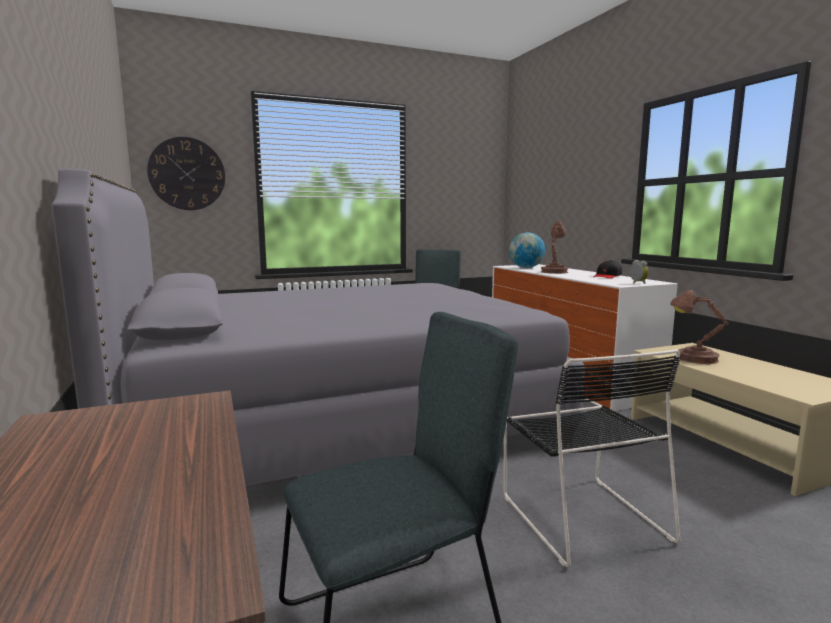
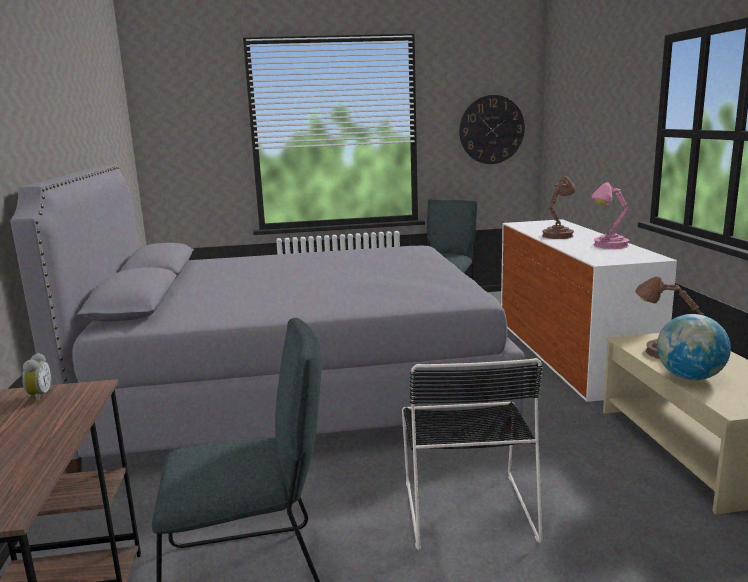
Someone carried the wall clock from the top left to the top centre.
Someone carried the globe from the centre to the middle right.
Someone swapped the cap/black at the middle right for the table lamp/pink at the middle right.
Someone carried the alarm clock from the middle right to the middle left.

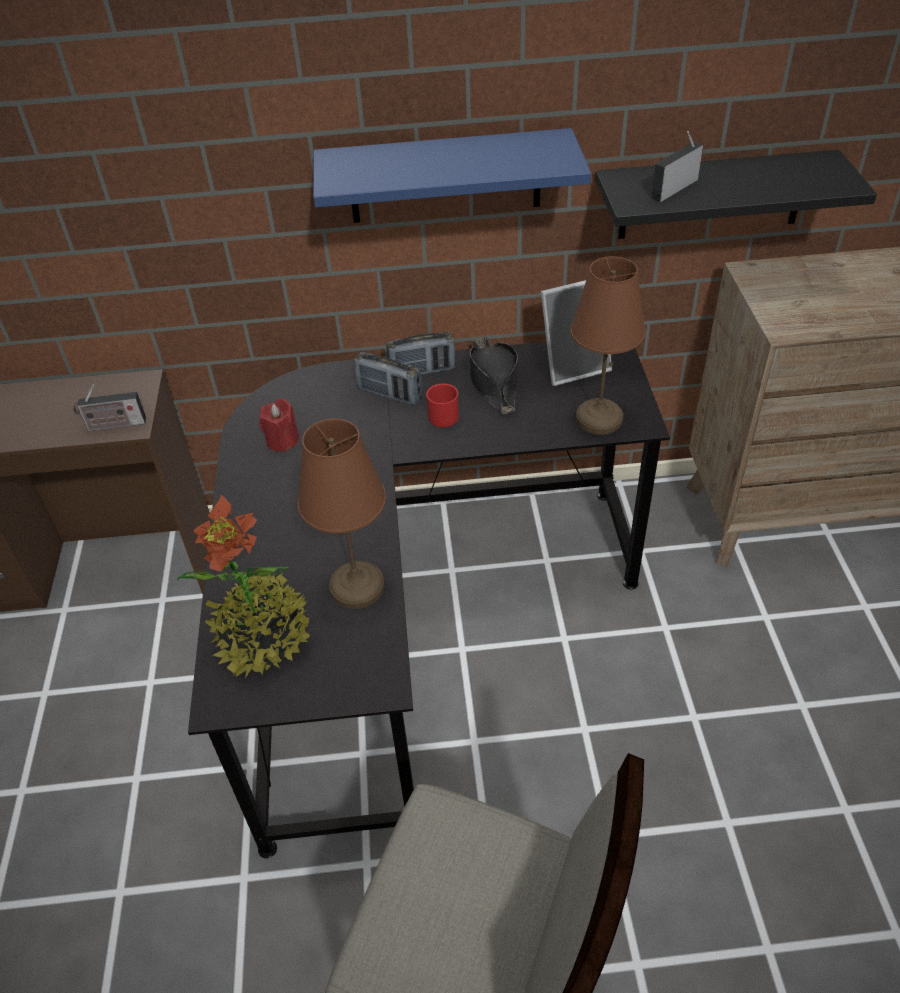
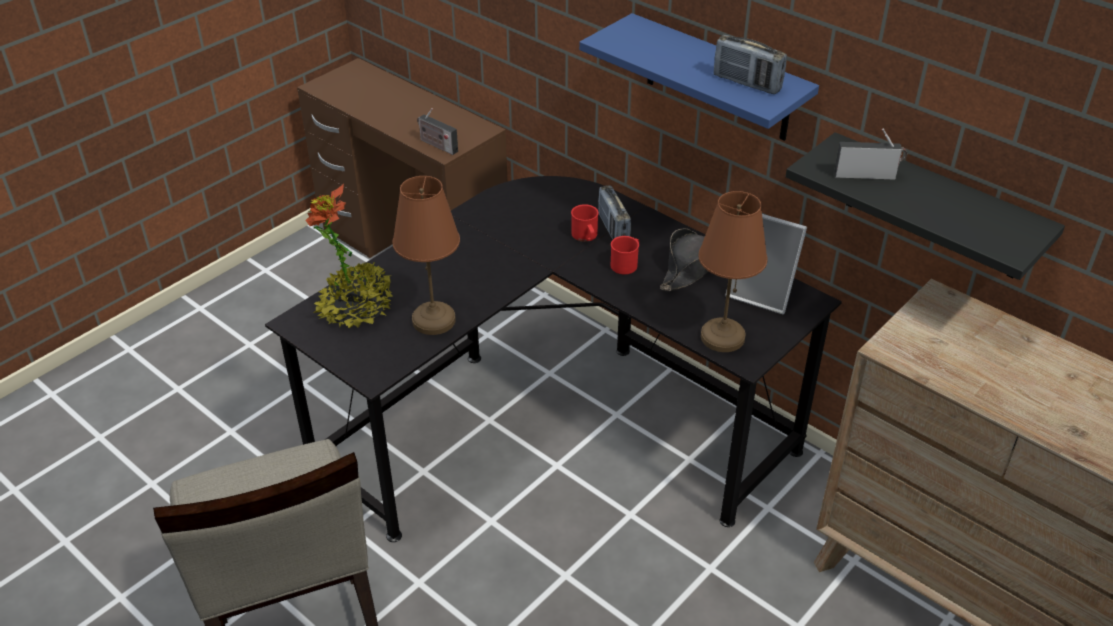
Someone carried the radio (no. 3 from left) from the centre to the top right.
Someone took away the candle/red at the middle left.
Someone put down the mug/red (no. 1 from left) at the centre.

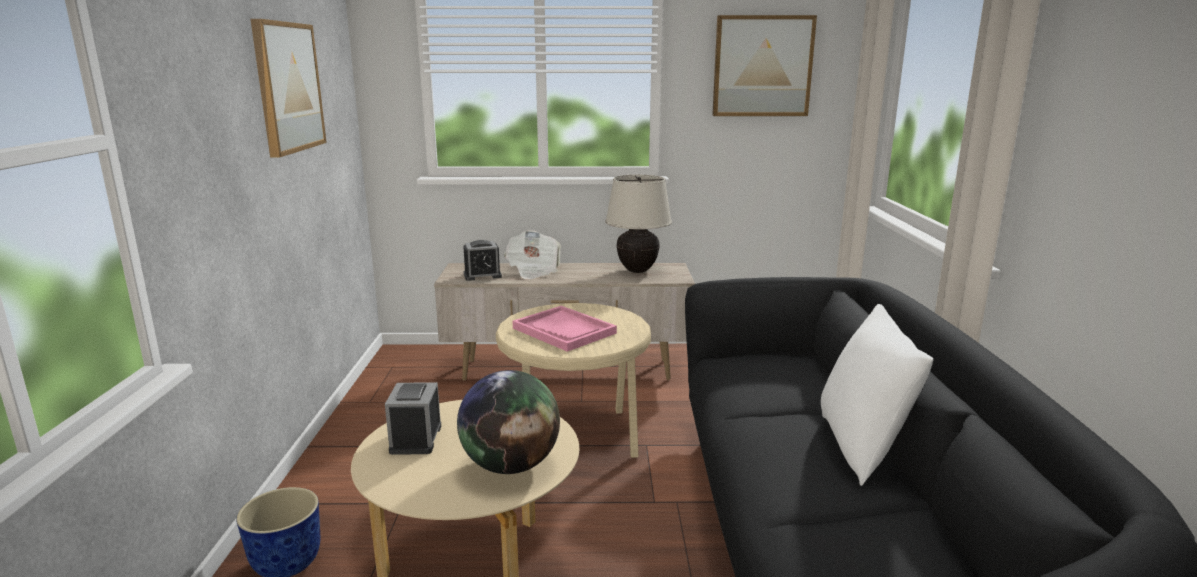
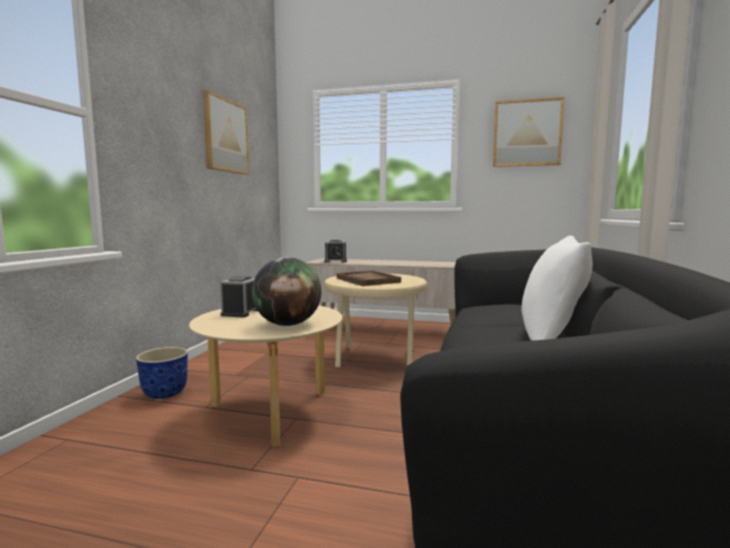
Someone took away the table lamp/beige at the centre.
Someone took away the newspaper at the centre.
Someone repainted the tray/pink at the centre, which became the tray/brown at the centre.

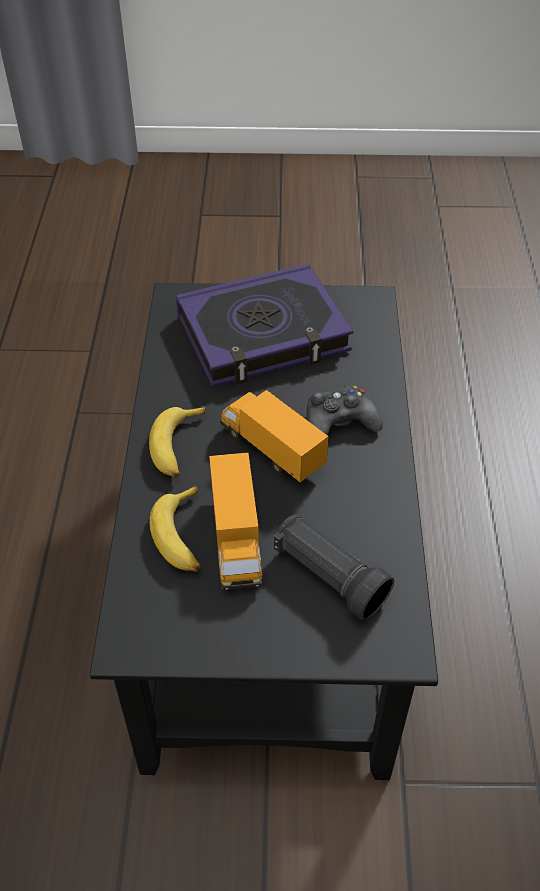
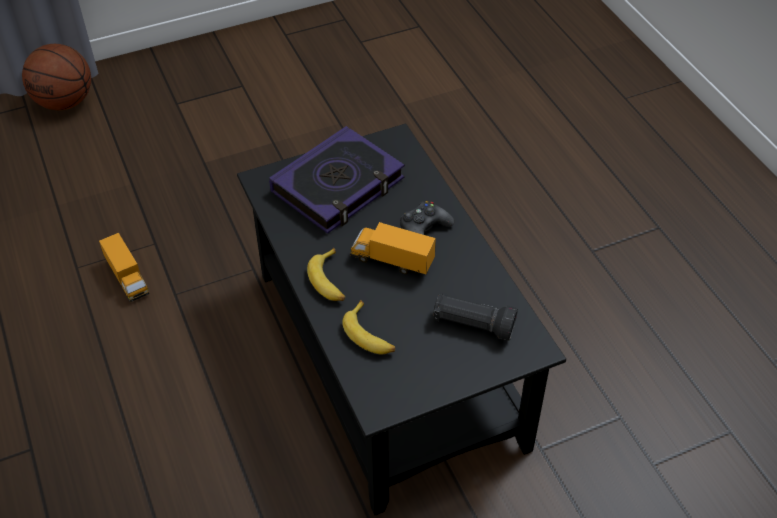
Someone carried the toy truck (no. 1 from left) from the centre to the middle left.
Someone put down the basketball at the top left.

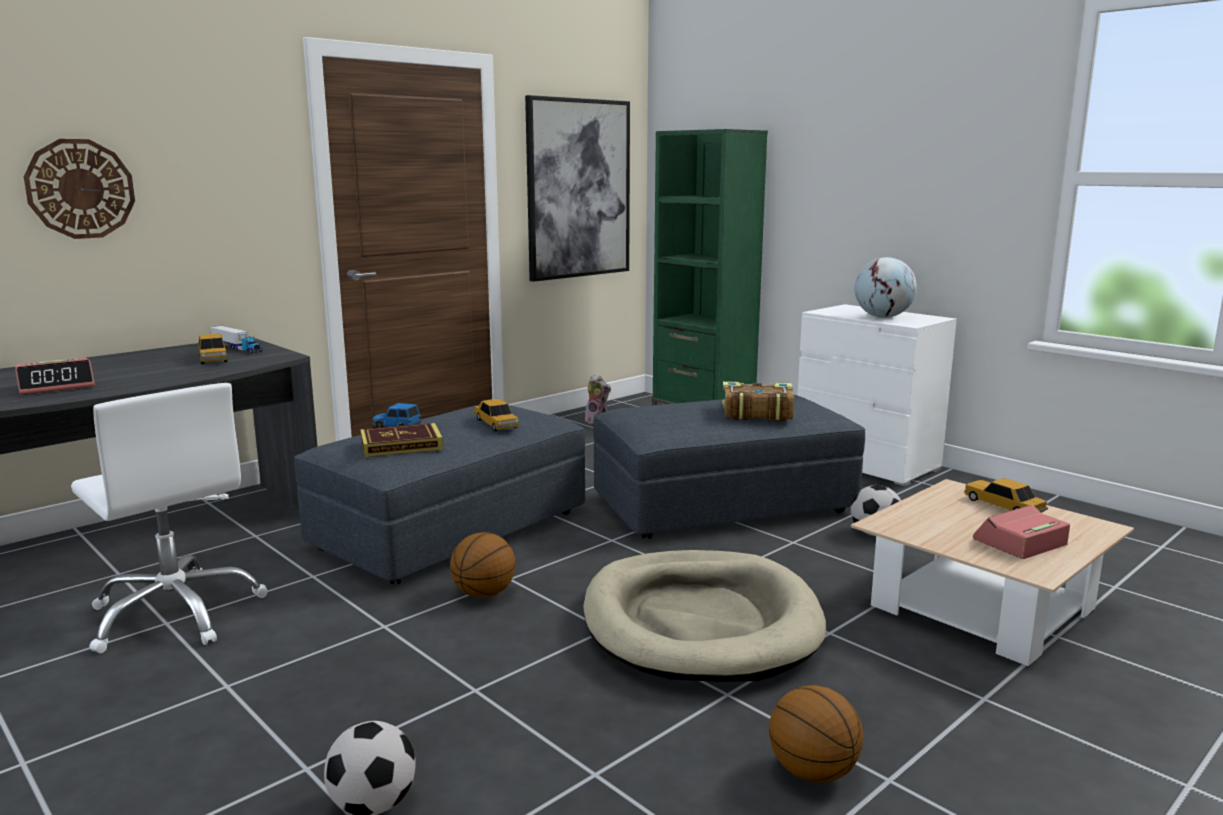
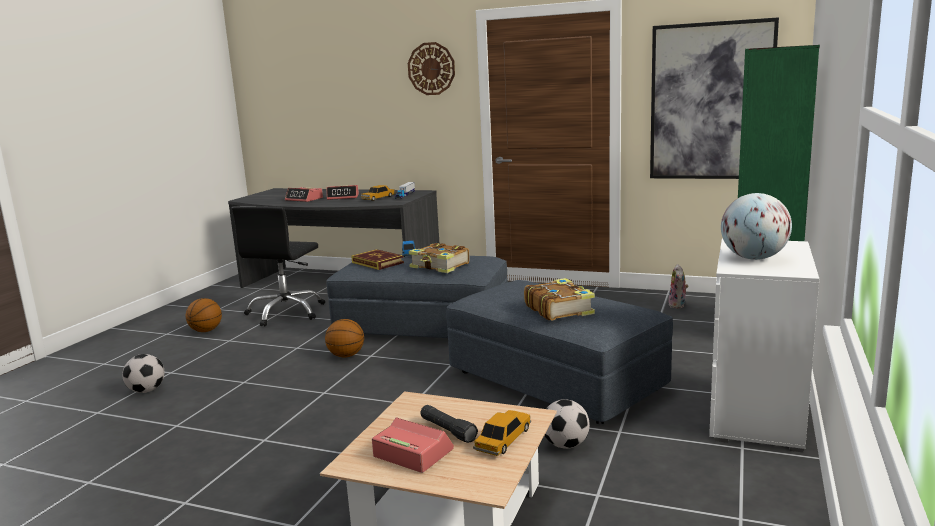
Someone carried the wall clock from the top left to the top centre.
Someone repainted the office chair/white at the middle left, which became the office chair/black at the middle left.
Someone swapped the toy car (no. 3 from left) at the centre for the book (no. 2 from left) at the centre.
Someone took away the dog bed/beige at the bottom centre.
Someone carried the basketball (no. 2 from left in the first image) from the bottom right to the middle left.
Someone put down the alarm clock (no. 2 from left) at the centre.
Someone put down the flashlight/black at the bottom centre.

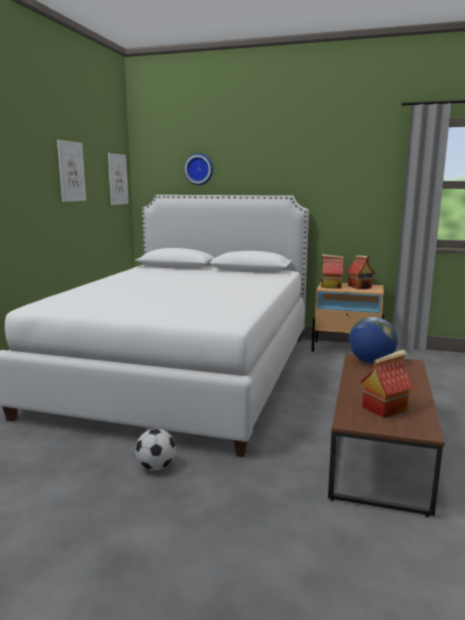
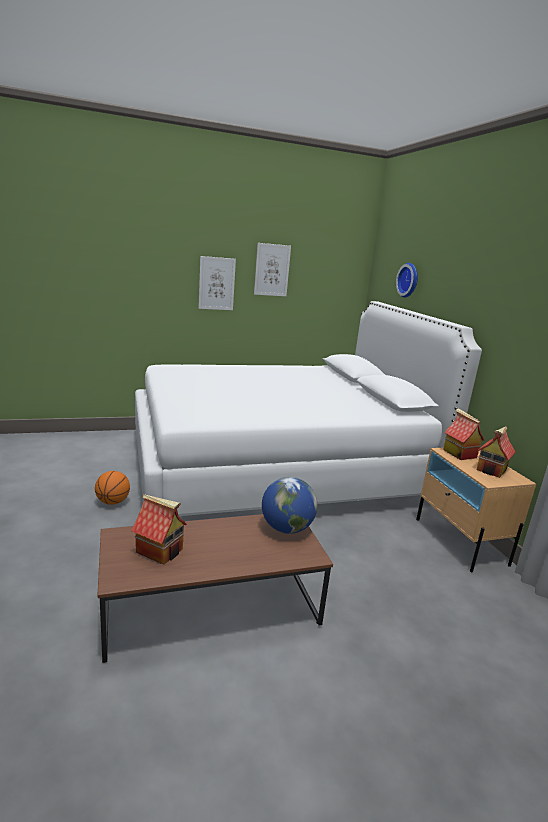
Someone carried the picture (no. 2 from left in the first image) from the top left to the centre.
Someone swapped the football at the bottom centre for the basketball at the middle left.

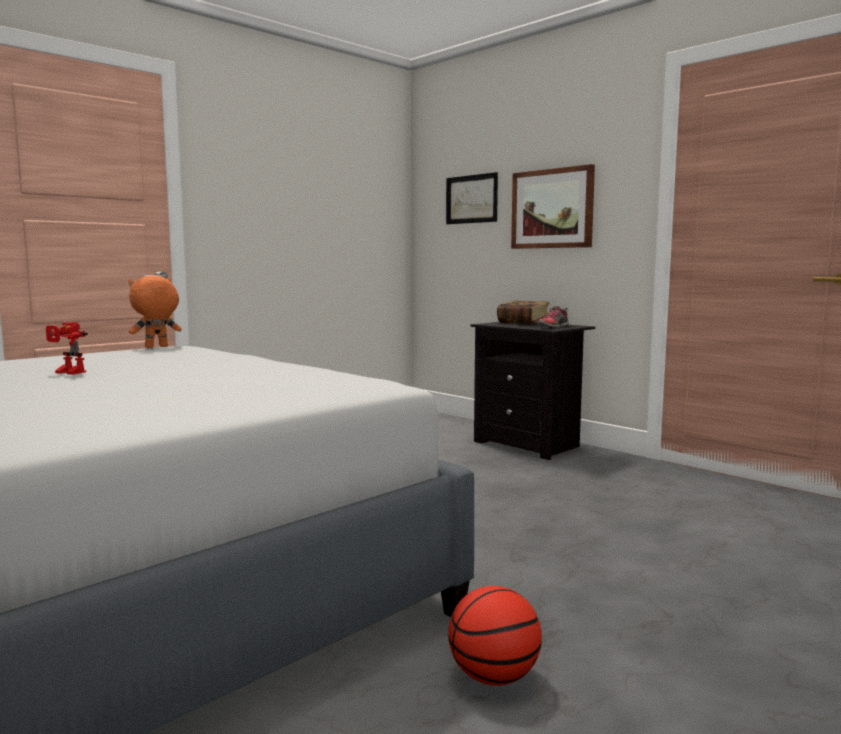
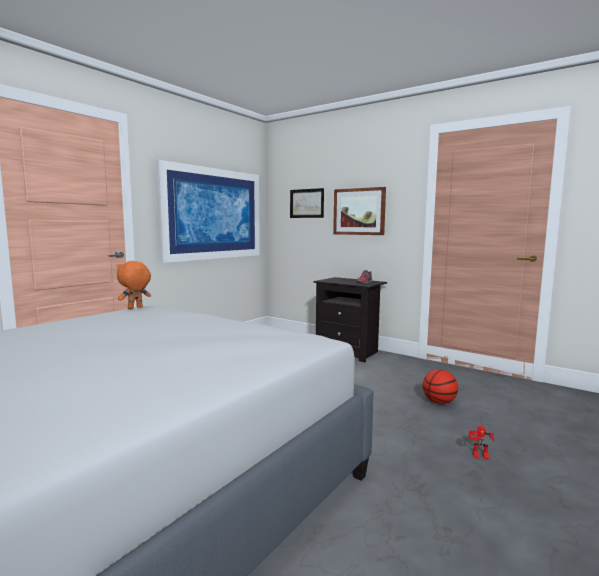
Someone took away the book at the centre.
Someone carried the toy robot from the middle left to the bottom right.
Someone carried the basketball from the bottom centre to the bottom right.
Someone put up the picture (no. 1 from left) at the centre.

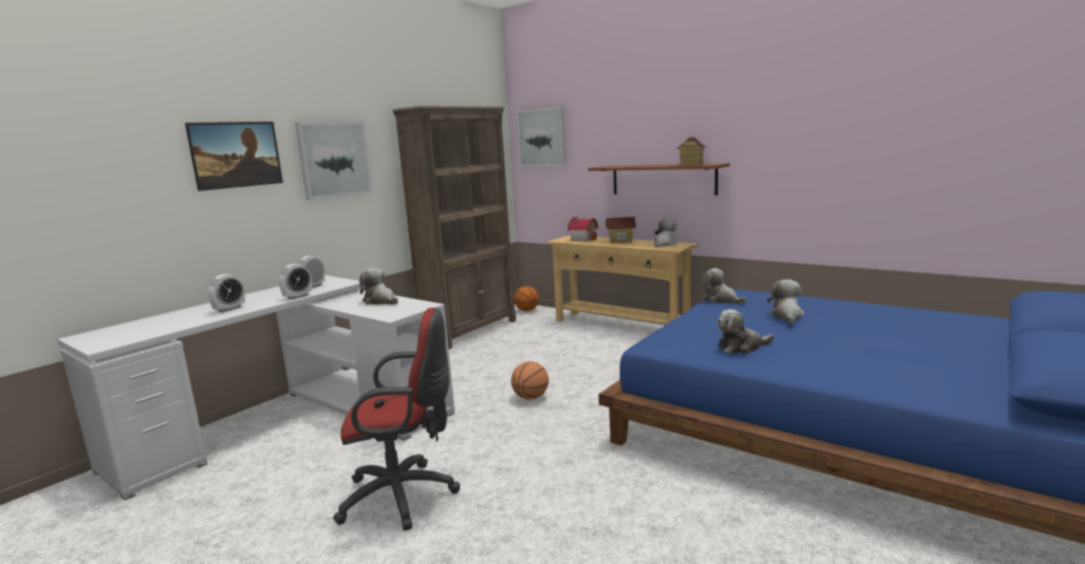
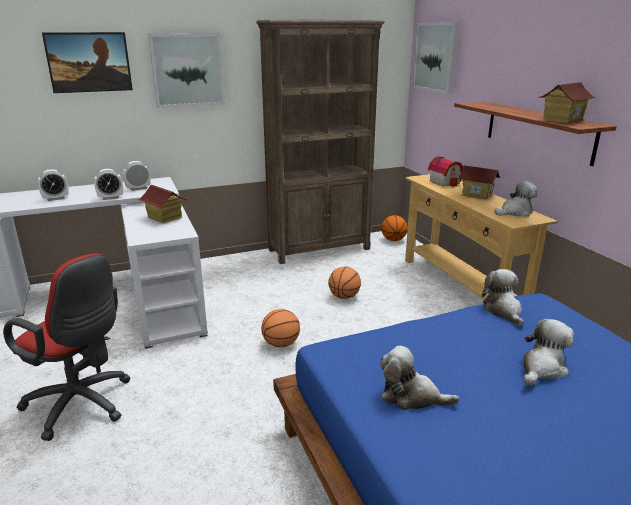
Someone swapped the plush toy (no. 1 from left) at the centre for the toy house (no. 1 from left) at the middle left.
Someone put down the basketball (no. 2 from left) at the centre.

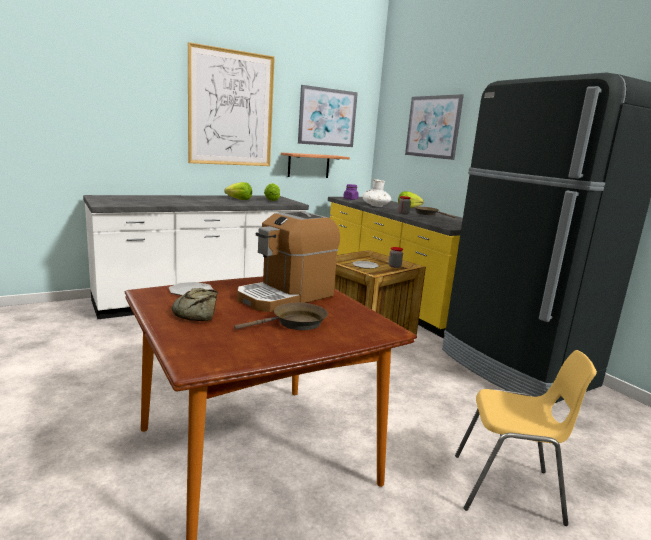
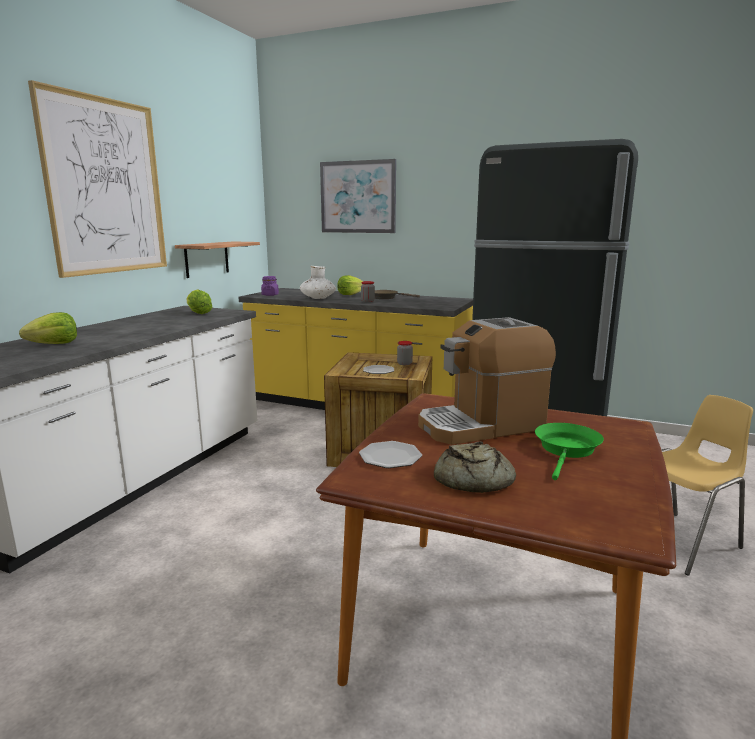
Someone took away the picture (no. 2 from left) at the top centre.
Someone carried the lettuce (no. 1 from left) from the centre to the middle left.
Someone rotated the coffee machine at the centre by 60 degrees clockwise.
Someone repainted the frying pan/brown (no. 1 from left) at the centre, which became the frying pan/green at the middle right.

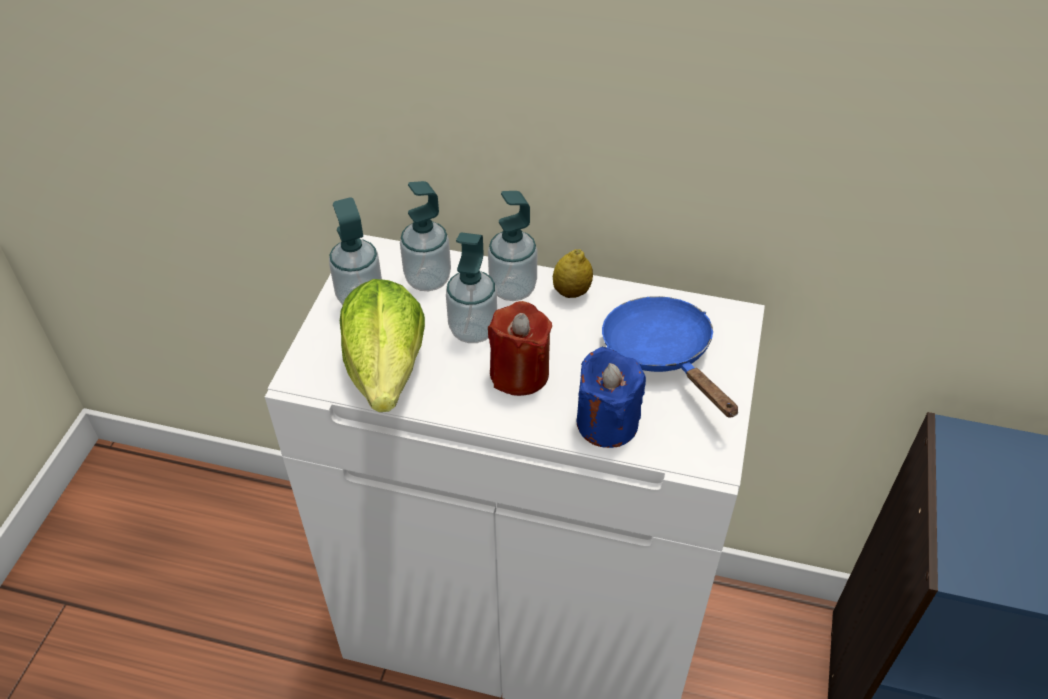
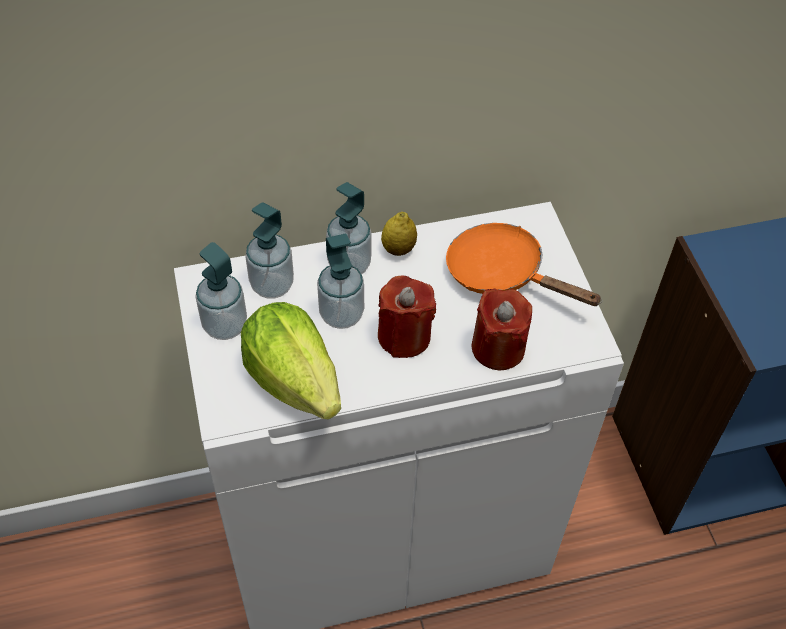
Someone repainted the frying pan/blue at the centre, which became the frying pan/orange at the middle right.
Someone repainted the candle/blue at the centre, which became the candle/red (no. 2 from left) at the centre.

